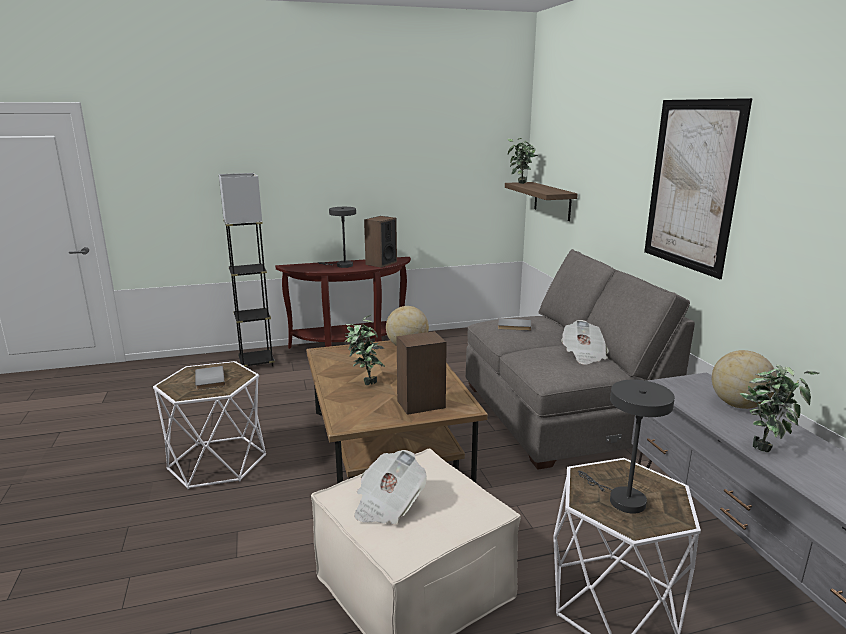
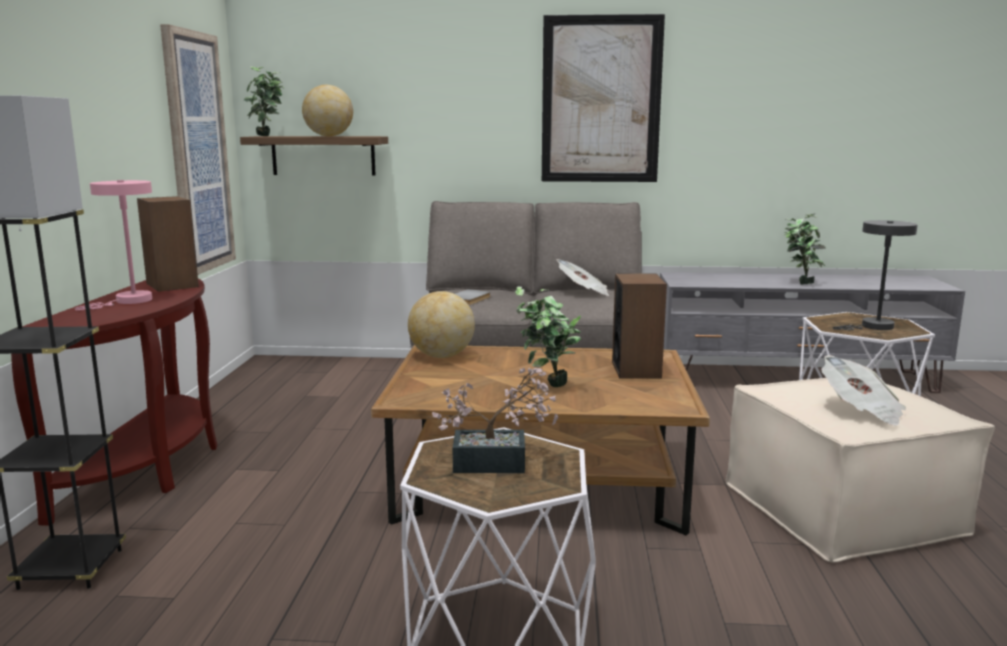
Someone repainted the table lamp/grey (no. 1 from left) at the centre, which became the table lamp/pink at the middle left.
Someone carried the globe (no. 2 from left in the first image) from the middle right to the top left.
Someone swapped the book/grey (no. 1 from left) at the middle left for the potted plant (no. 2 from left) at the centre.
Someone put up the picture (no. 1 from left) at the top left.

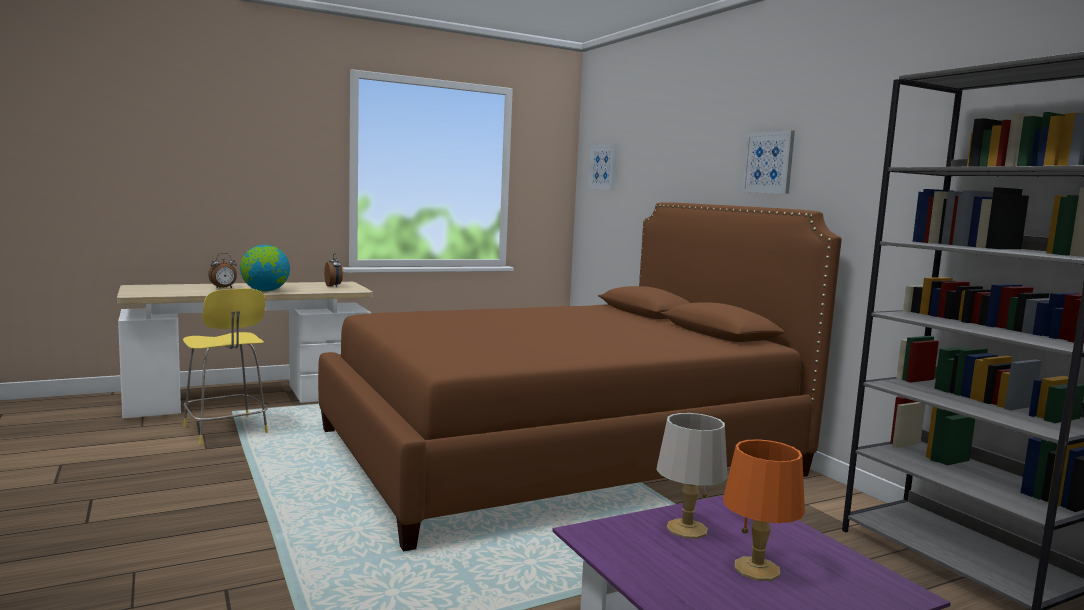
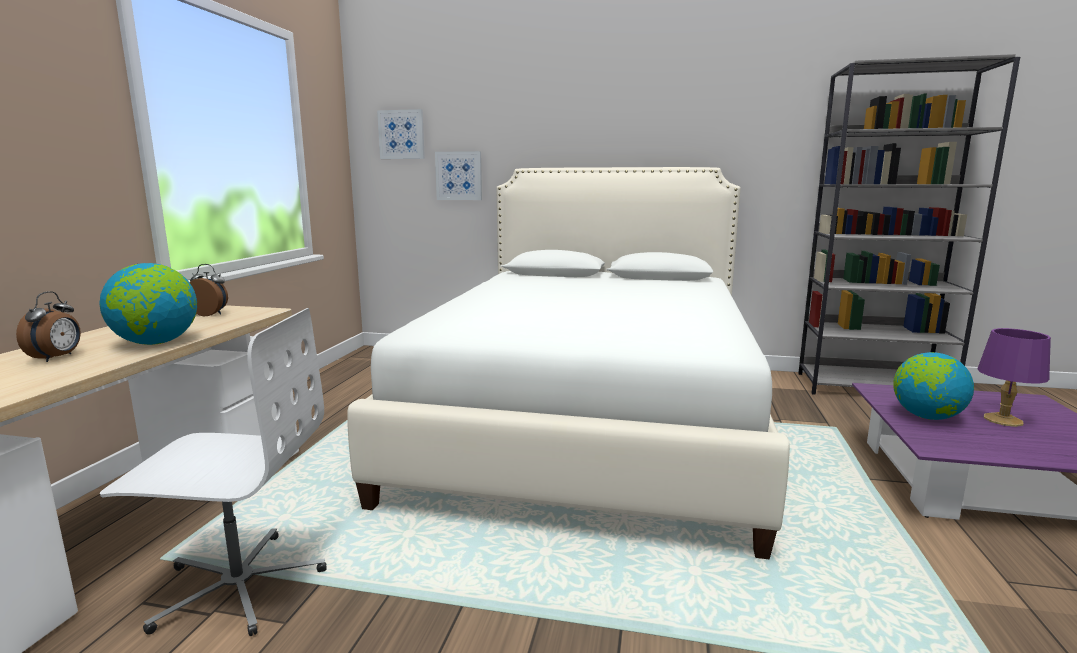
Someone carried the picture (no. 2 from left) from the top right to the top centre.
Someone repainted the bed/brown at the centre, which became the bed/white at the centre.
Someone swapped the stool/yellow at the middle left for the office chair/white at the bottom left.
Someone swapped the table lamp/grey at the bottom centre for the globe (no. 2 from left) at the middle right.
Someone repainted the table lamp/orange at the bottom right, which became the table lamp/purple at the middle right.

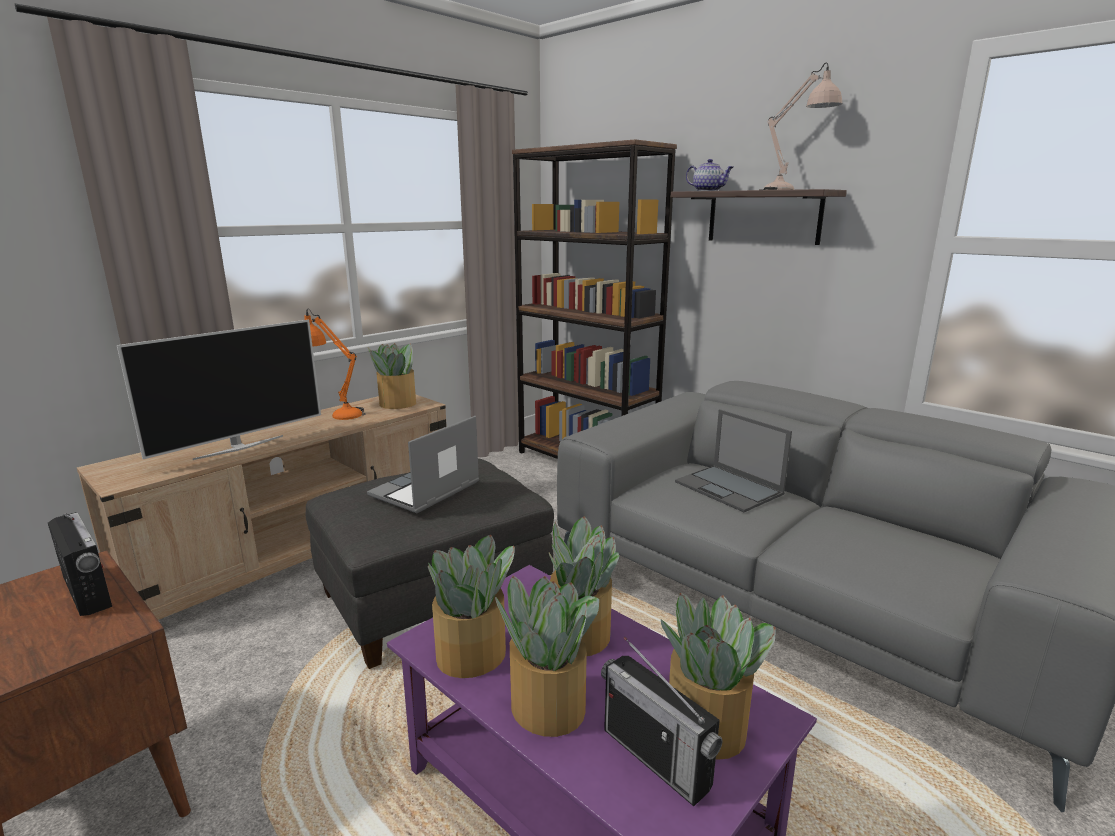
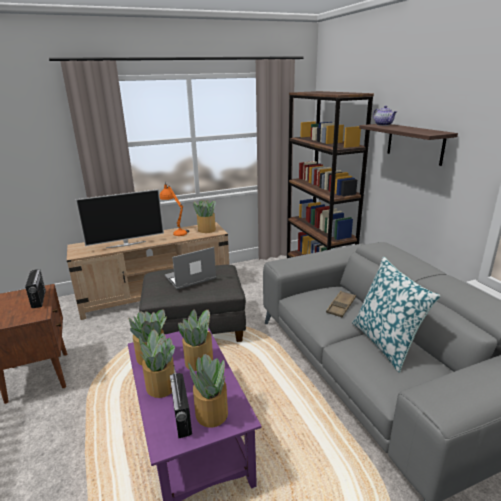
Someone took away the table lamp/beige at the top right.
Someone swapped the laptop (no. 2 from left) at the centre for the tray/brown at the middle right.
Someone put down the pillow at the middle right.

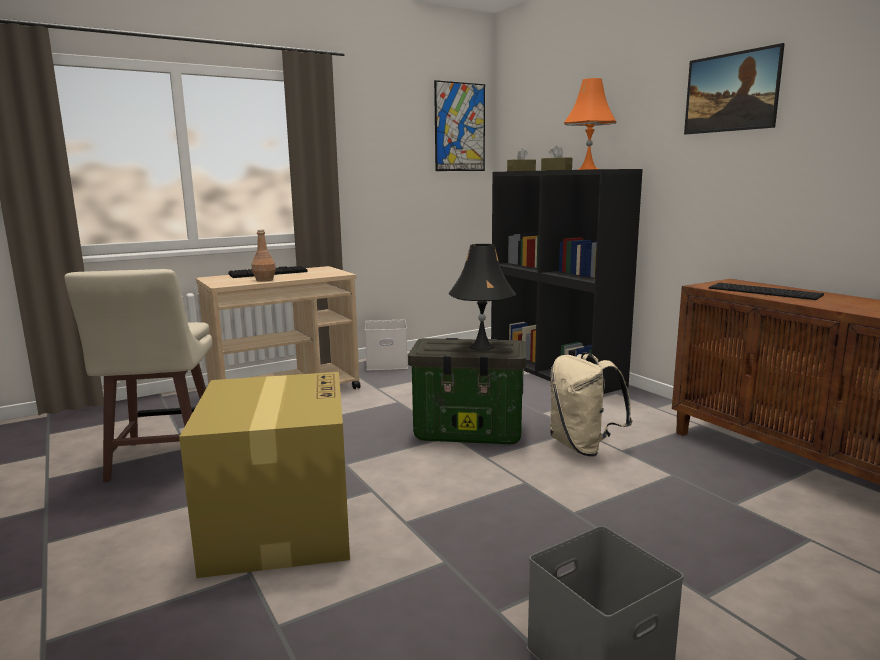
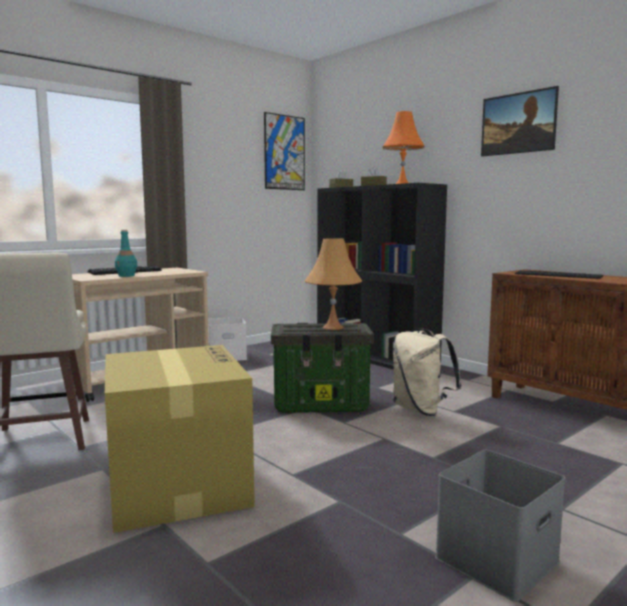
Someone repainted the bottle/brown at the middle left, which became the bottle/turquoise at the middle left.
Someone repainted the table lamp/black at the centre, which became the table lamp/orange (no. 1 from left) at the centre.

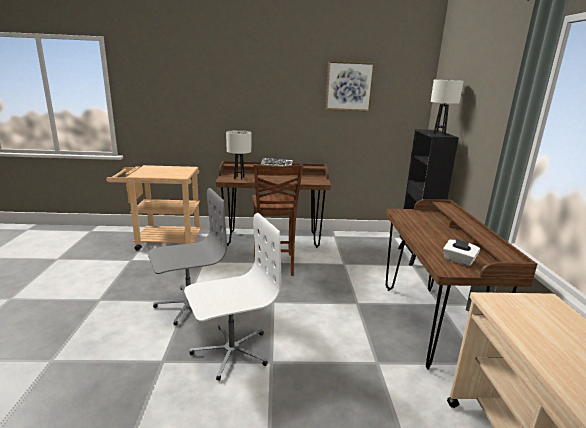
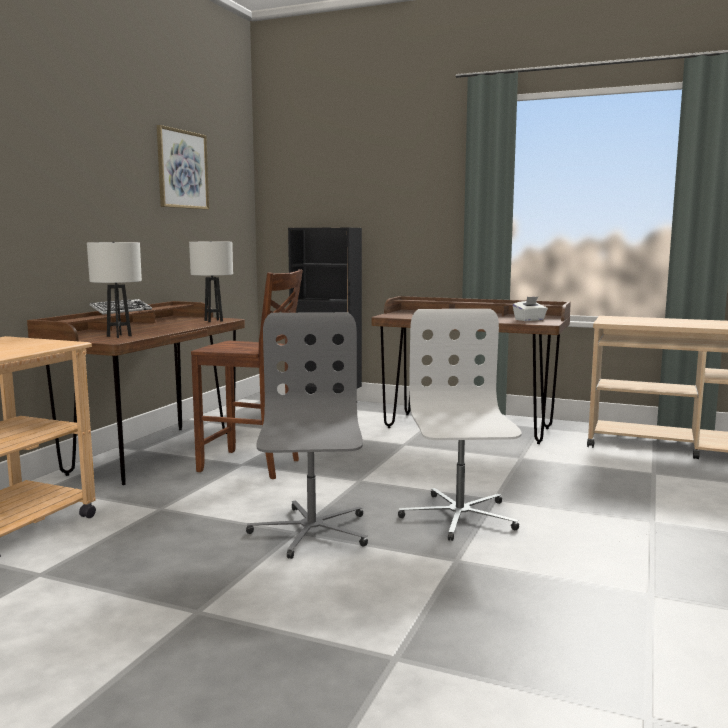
Someone carried the table lamp/white (no. 2 from left) from the top right to the middle left.

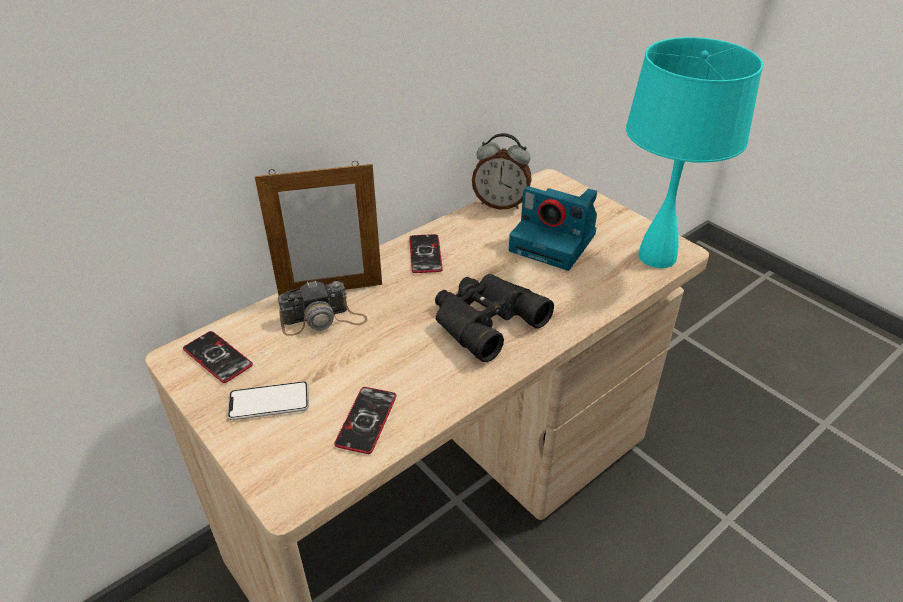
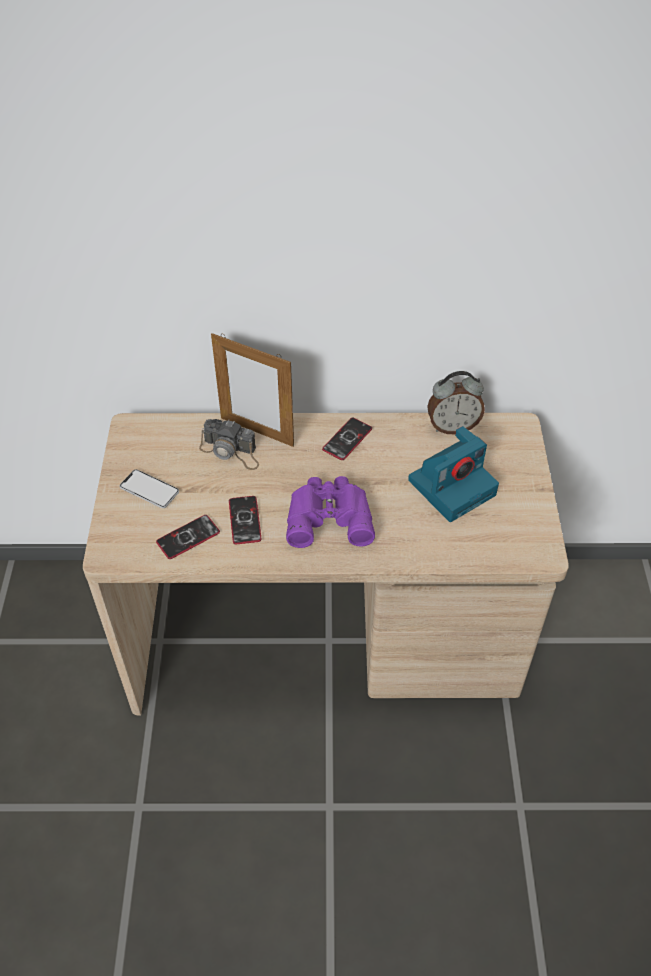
Someone took away the table lamp/turquoise at the top right.
Someone rotated the alarm clock at the top centre by 60 degrees counterclockwise.
Someone rotated the photo camera (no. 2 from left) at the centre by 105 degrees counterclockwise.
Someone repainted the binoculars/black at the centre, which became the binoculars/purple at the centre.
Someone carried the phone (no. 1 from left in the first image) from the middle left to the centre.

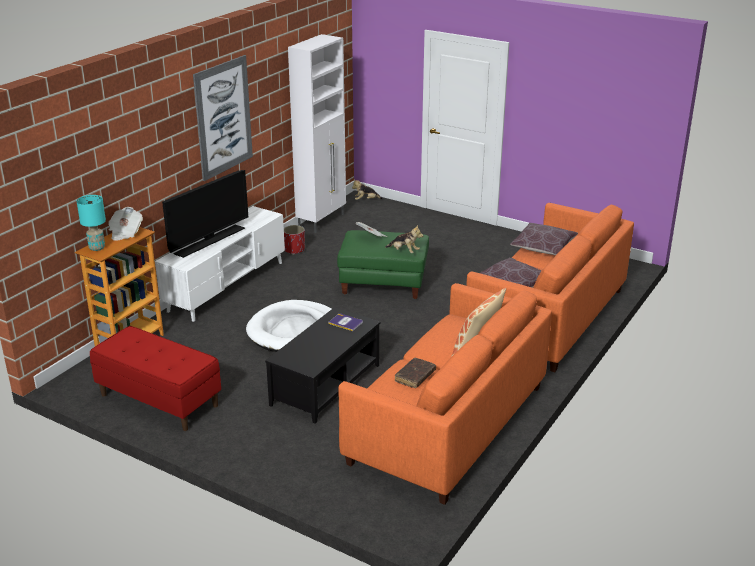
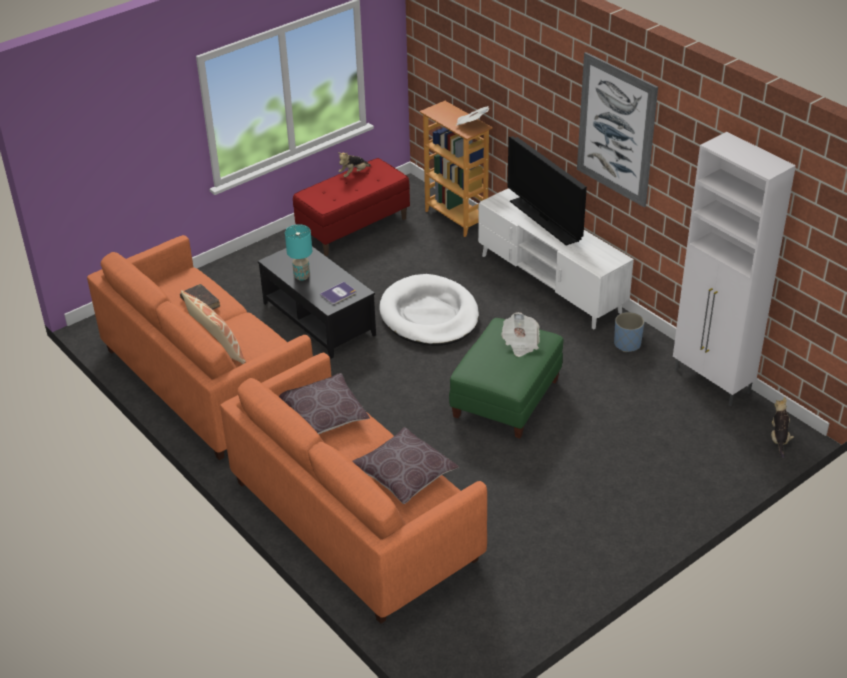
Someone carried the table lamp/turquoise from the middle left to the centre.
Someone repainted the planter/red at the centre, which became the planter/blue at the middle right.
Someone carried the plush toy (no. 2 from left in the first image) from the centre to the top centre.

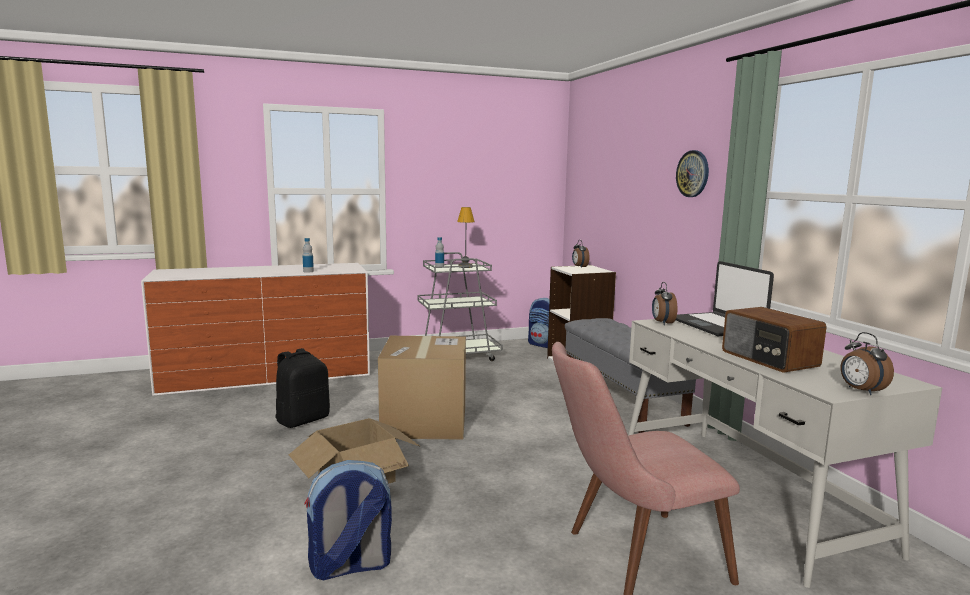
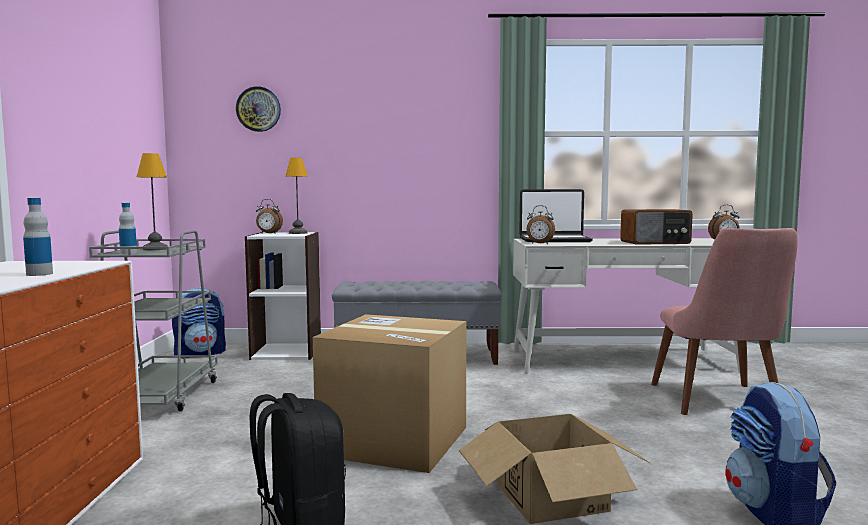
Someone carried the wall clock from the top right to the top left.
Someone put down the table lamp (no. 2 from left) at the centre.

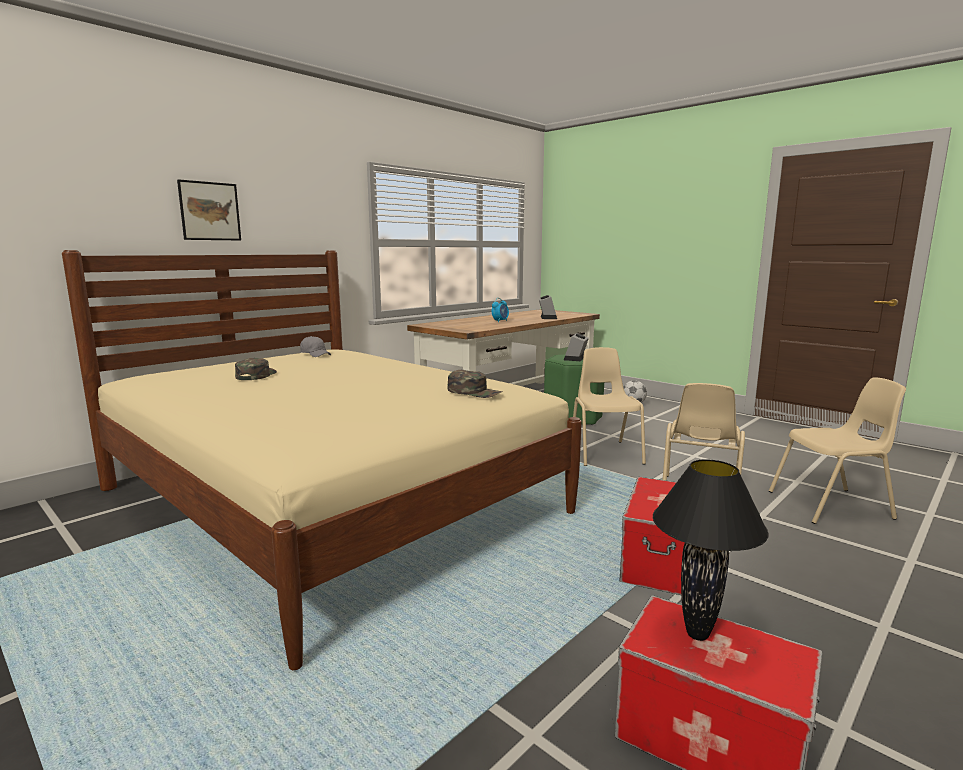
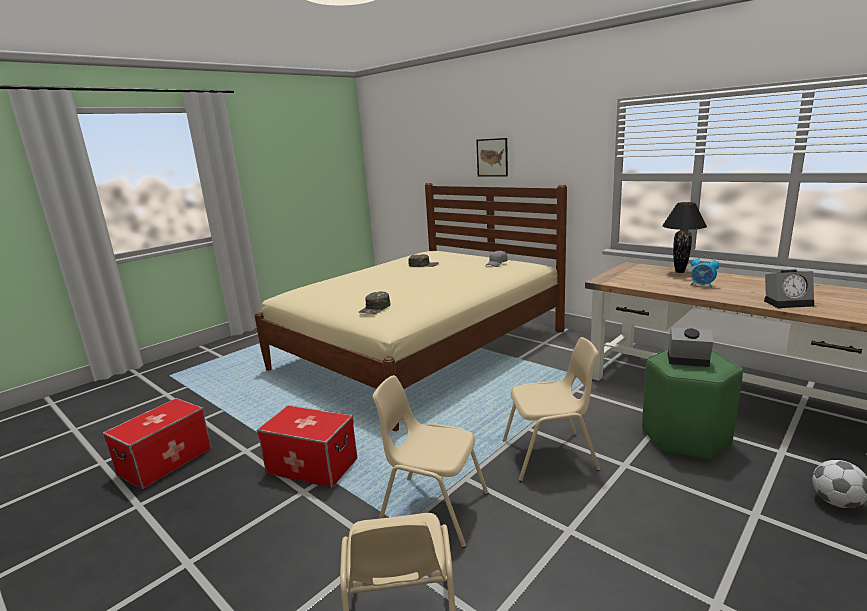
Someone carried the table lamp/black from the bottom right to the middle right.

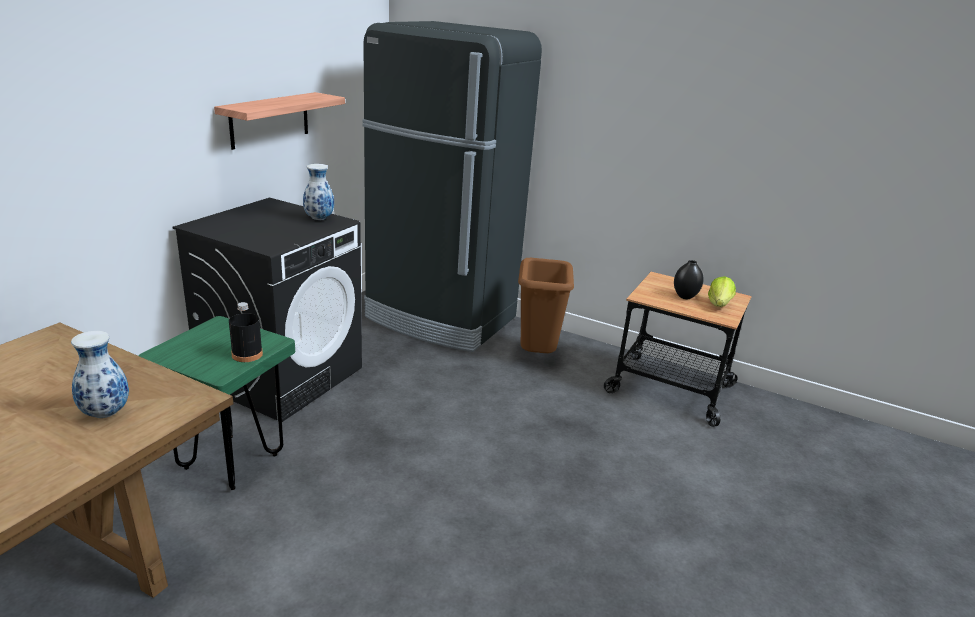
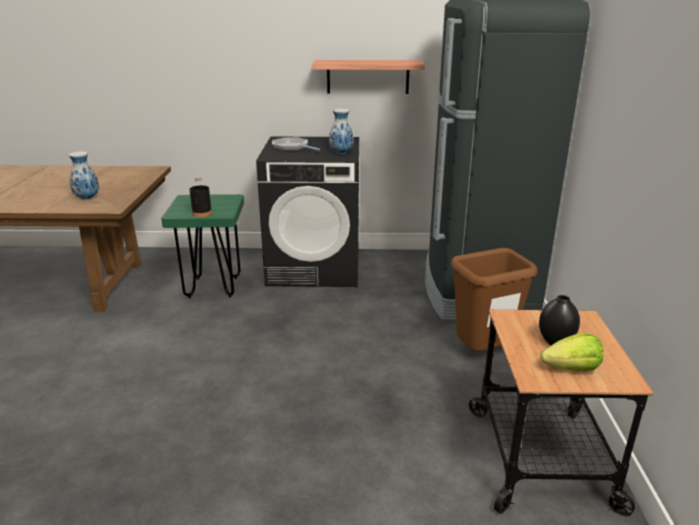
Someone put down the frying pan at the top centre.

